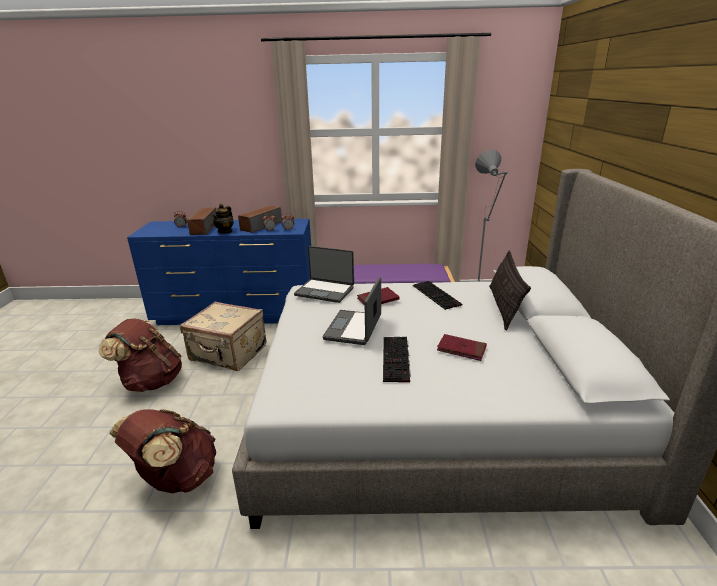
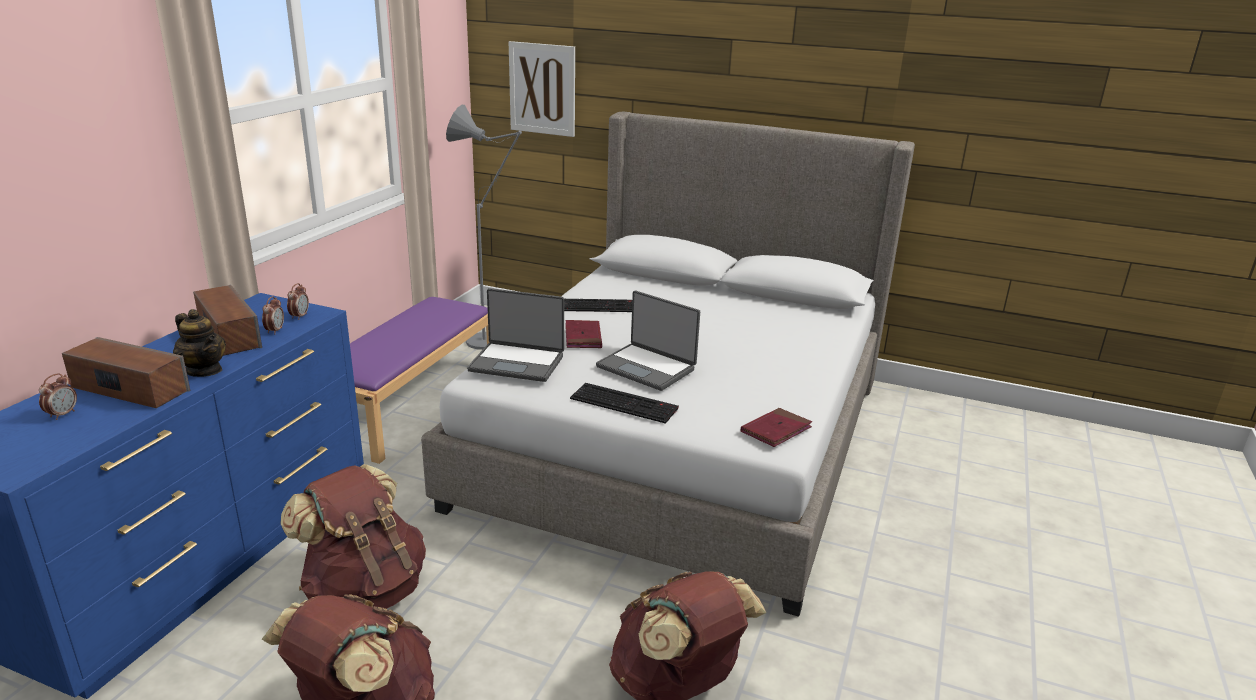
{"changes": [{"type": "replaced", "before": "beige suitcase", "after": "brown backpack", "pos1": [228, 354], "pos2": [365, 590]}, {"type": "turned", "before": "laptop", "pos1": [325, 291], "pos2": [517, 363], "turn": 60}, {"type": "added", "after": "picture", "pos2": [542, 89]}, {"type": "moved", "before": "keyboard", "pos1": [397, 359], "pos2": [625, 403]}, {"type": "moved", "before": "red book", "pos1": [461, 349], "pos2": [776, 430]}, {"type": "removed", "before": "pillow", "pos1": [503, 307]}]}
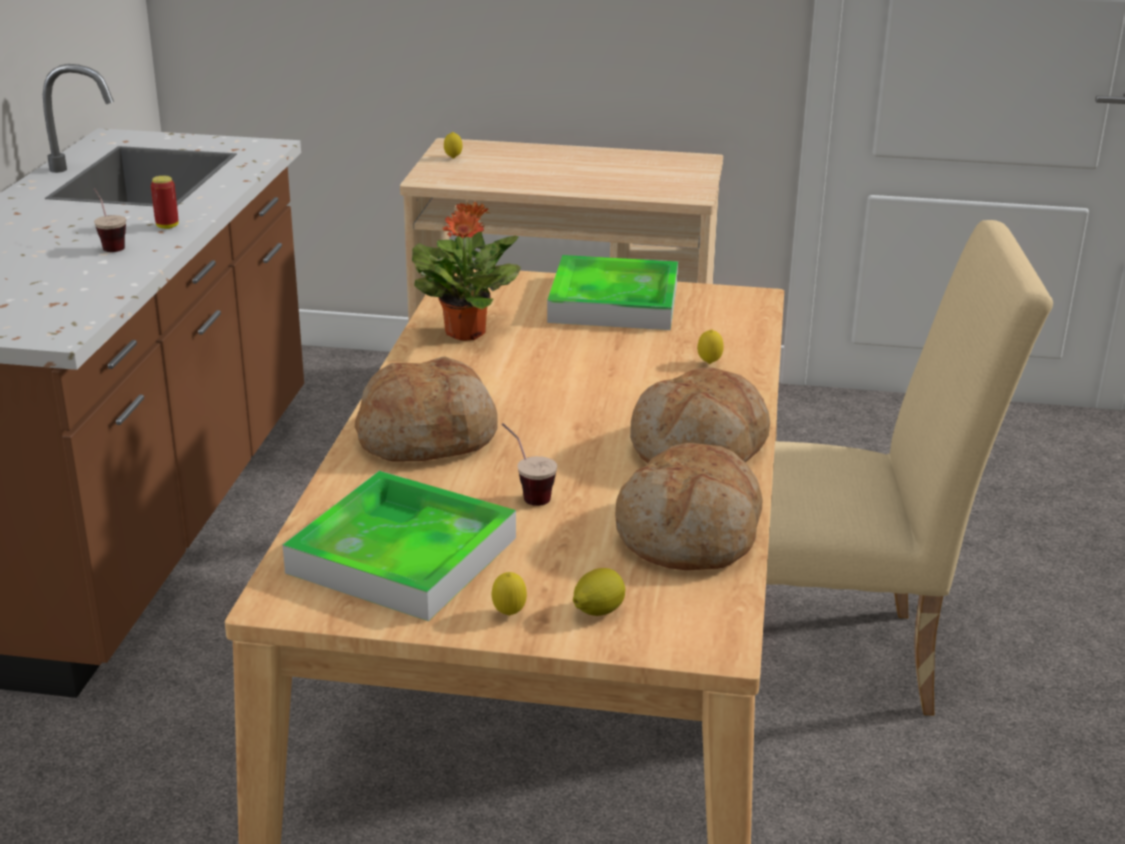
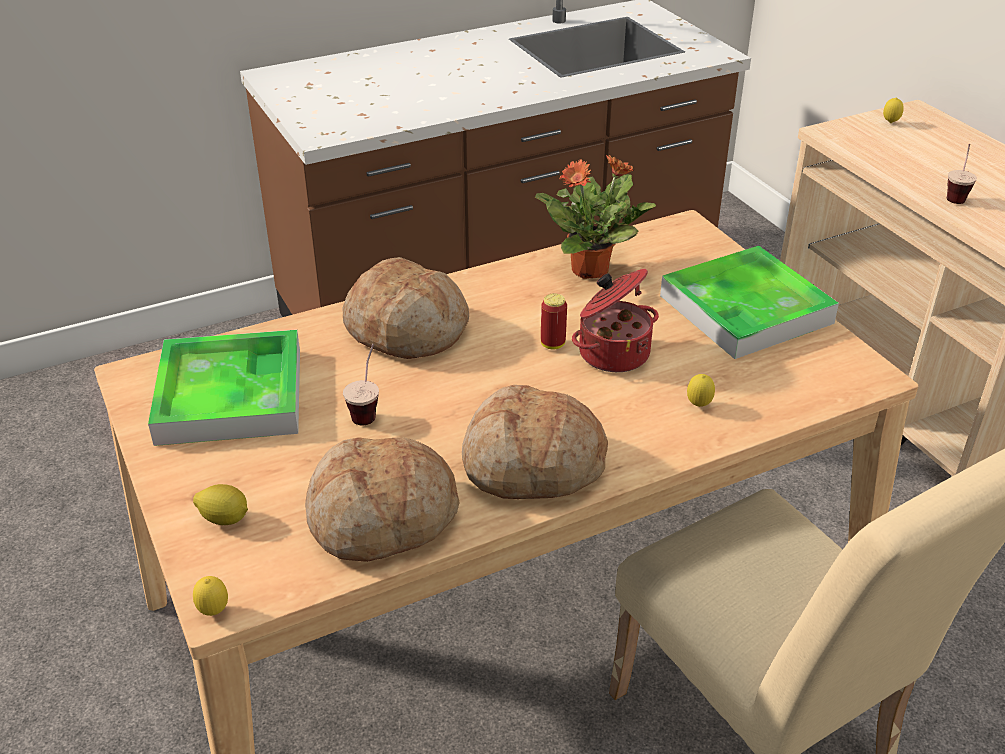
{"changes": [{"type": "moved", "before": "lemon", "pos1": [509, 615], "pos2": [214, 612]}, {"type": "moved", "before": "can", "pos1": [167, 226], "pos2": [552, 344]}, {"type": "added", "after": "cooking pot", "pos2": [612, 352]}, {"type": "moved", "before": "cup", "pos1": [110, 245], "pos2": [956, 195]}]}
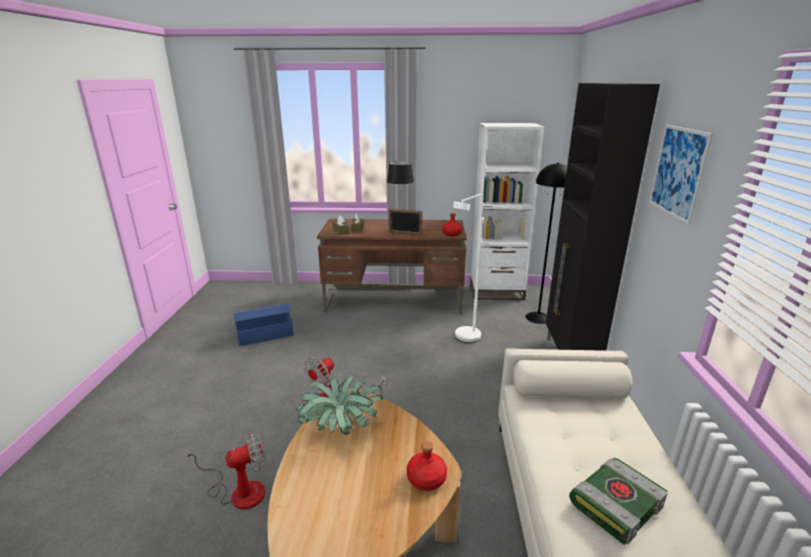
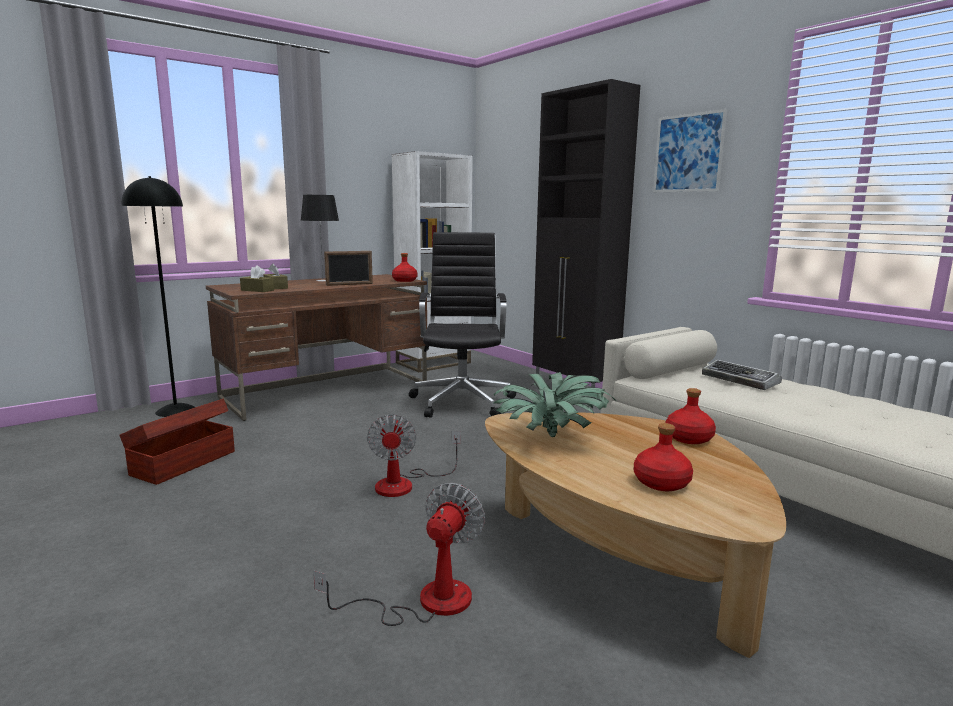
{"changes": [{"type": "recoloured", "before": "blue storage box", "after": "brown storage box", "pos1": [264, 334], "pos2": [182, 463]}, {"type": "moved", "before": "black floor lamp", "pos1": [538, 317], "pos2": [176, 410]}, {"type": "replaced", "before": "white floor lamp", "after": "black office chair", "pos1": [464, 339], "pos2": [462, 401]}, {"type": "added", "after": "red bottle", "pos2": [661, 483]}, {"type": "added", "after": "keyboard", "pos2": [741, 380]}, {"type": "removed", "before": "book", "pos1": [615, 503]}]}
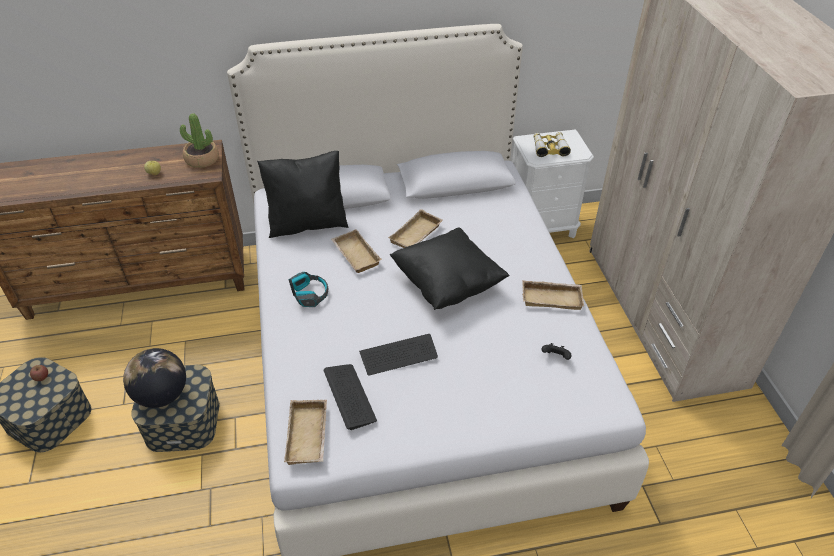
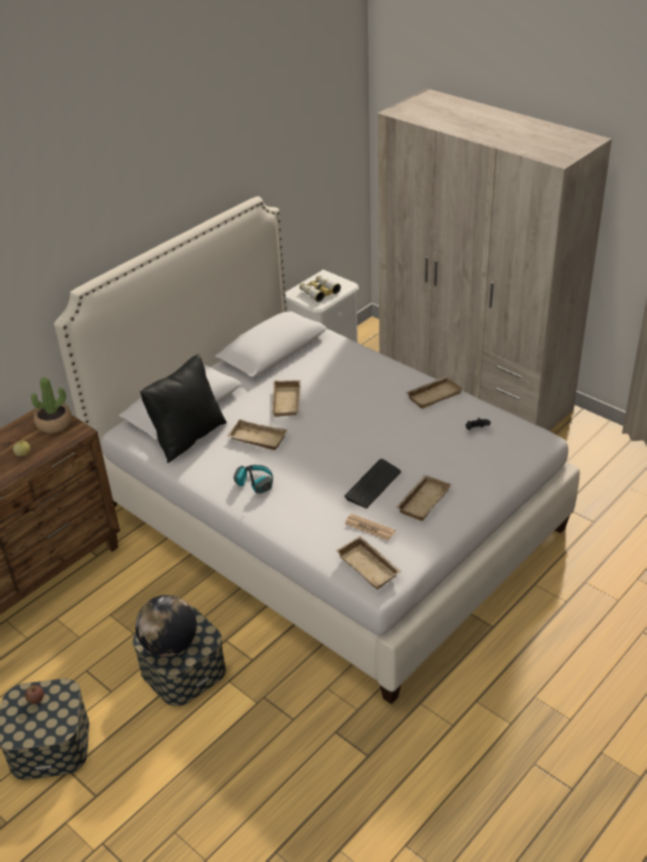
{"changes": [{"type": "replaced", "before": "keyboard", "after": "newspaper", "pos1": [349, 396], "pos2": [369, 527]}, {"type": "added", "after": "beige tray", "pos2": [422, 500]}, {"type": "removed", "before": "black pillow", "pos1": [447, 284]}]}
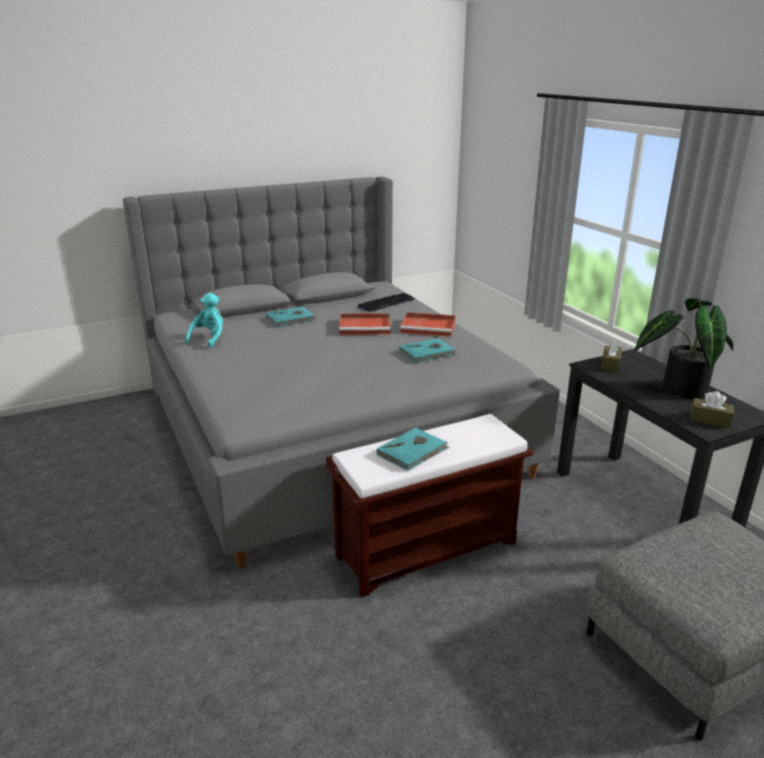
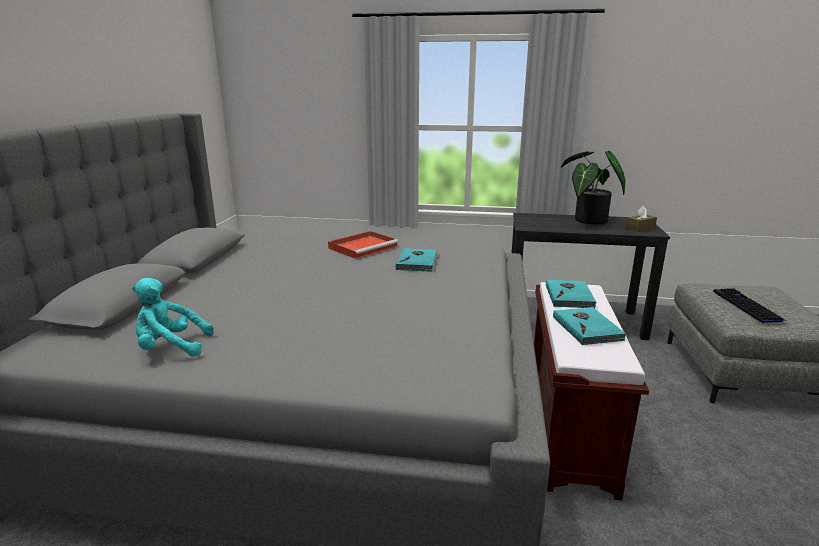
{"changes": [{"type": "turned", "before": "turquoise plush toy", "pos1": [209, 339], "pos2": [171, 348], "turn": -60}, {"type": "moved", "before": "turquoise book", "pos1": [291, 319], "pos2": [570, 296]}, {"type": "moved", "before": "keyboard", "pos1": [386, 303], "pos2": [747, 306]}, {"type": "removed", "before": "red tray", "pos1": [366, 326]}, {"type": "removed", "before": "brown tissue box", "pos1": [610, 364]}]}
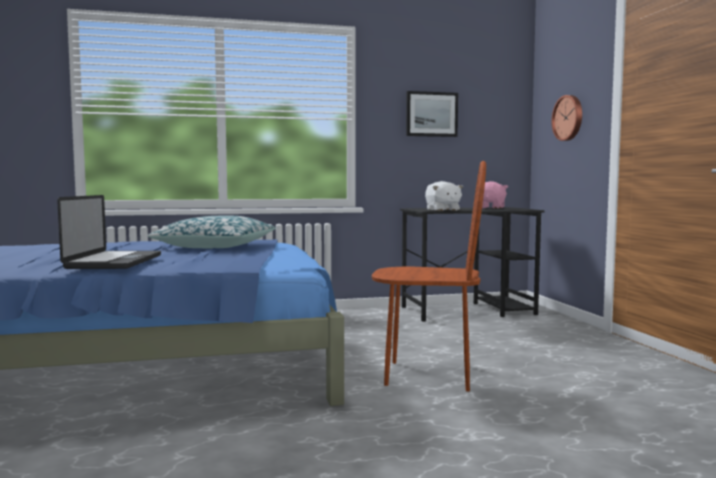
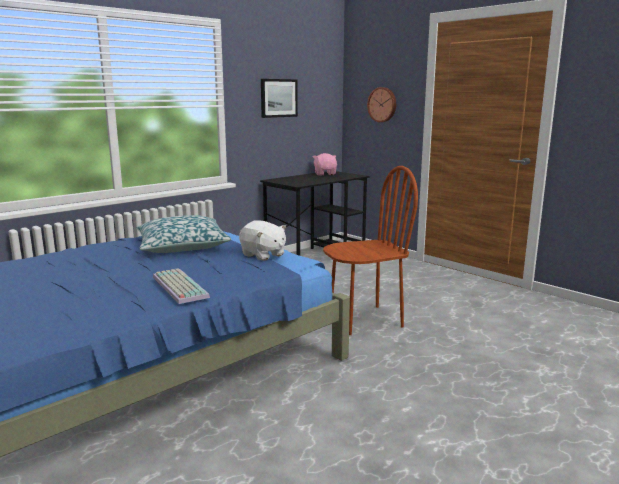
{"changes": [{"type": "replaced", "before": "laptop", "after": "keyboard", "pos1": [115, 262], "pos2": [177, 287]}, {"type": "moved", "before": "white plush toy", "pos1": [442, 210], "pos2": [263, 255]}]}
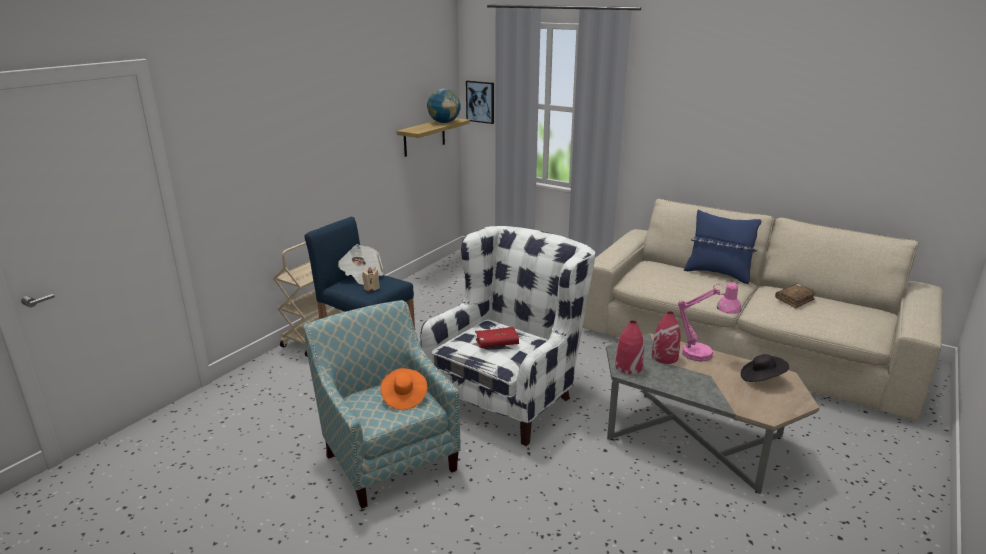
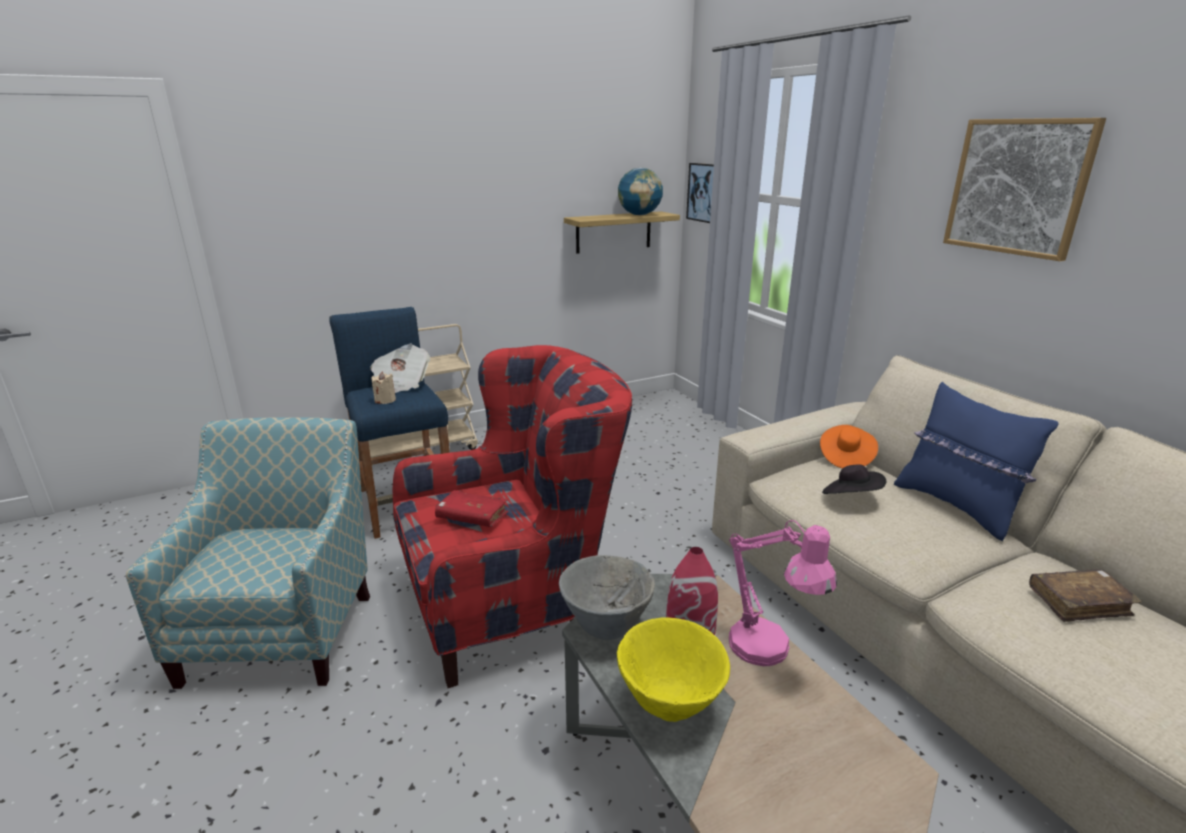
{"changes": [{"type": "recoloured", "before": "white armchair", "after": "red armchair", "pos1": [509, 394], "pos2": [515, 598]}, {"type": "replaced", "before": "red vase", "after": "grey bowl", "pos1": [628, 367], "pos2": [606, 624]}, {"type": "added", "after": "yellow bowl", "pos2": [670, 704]}, {"type": "moved", "before": "orange hat", "pos1": [404, 398], "pos2": [845, 458]}, {"type": "moved", "before": "black hat", "pos1": [761, 378], "pos2": [851, 497]}, {"type": "added", "after": "picture", "pos2": [1018, 187]}]}
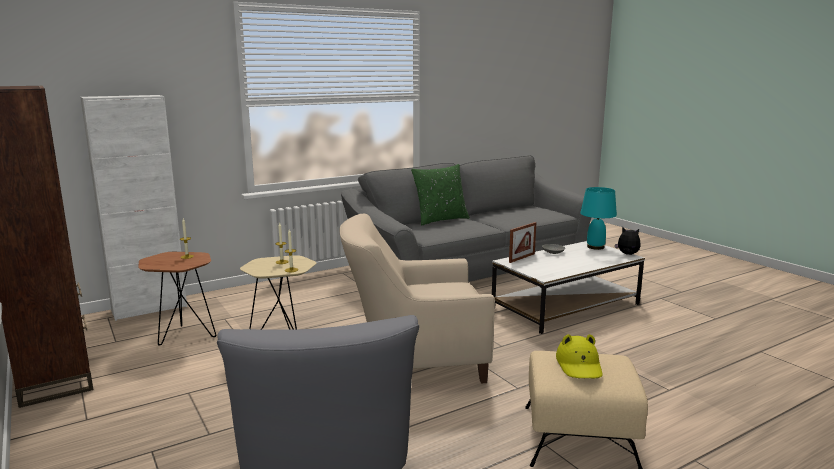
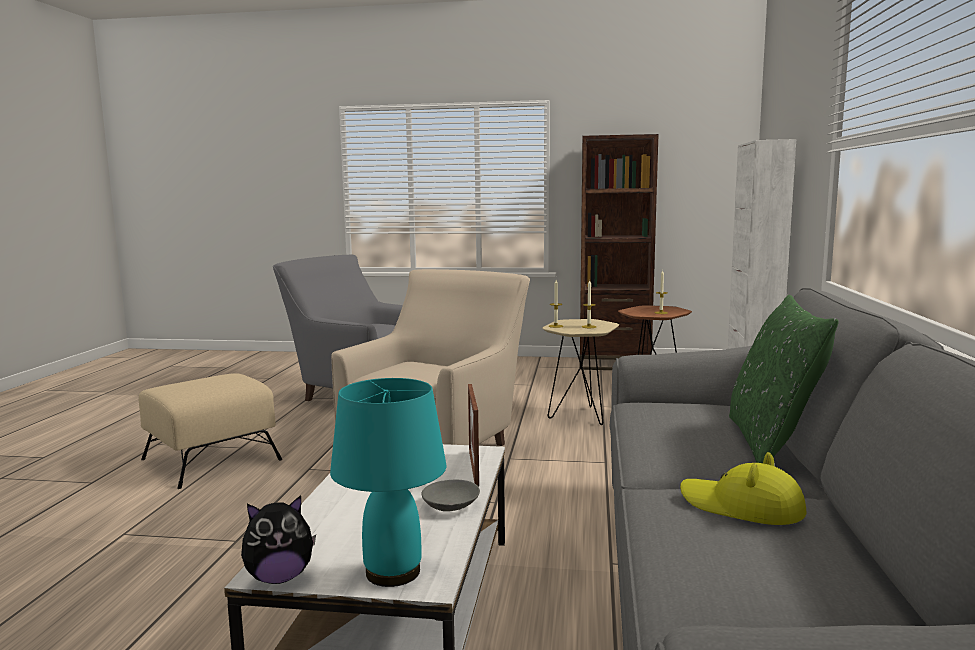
{"changes": [{"type": "moved", "before": "yellow hat", "pos1": [579, 365], "pos2": [741, 506]}]}
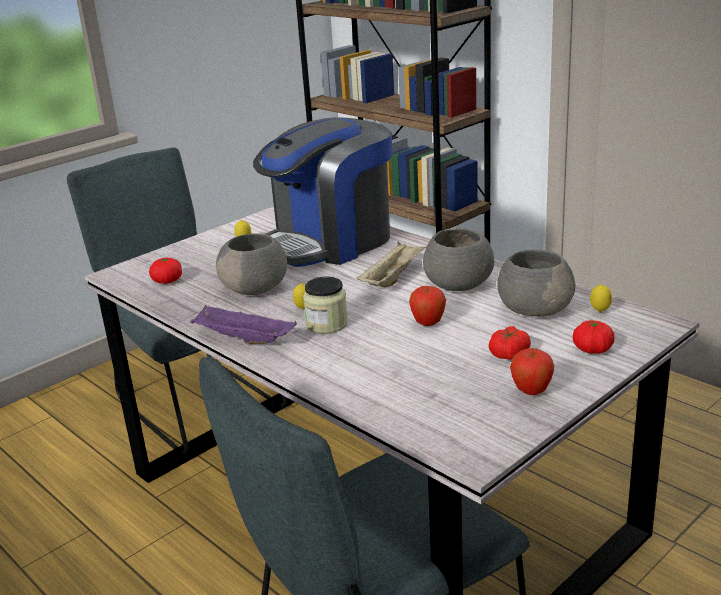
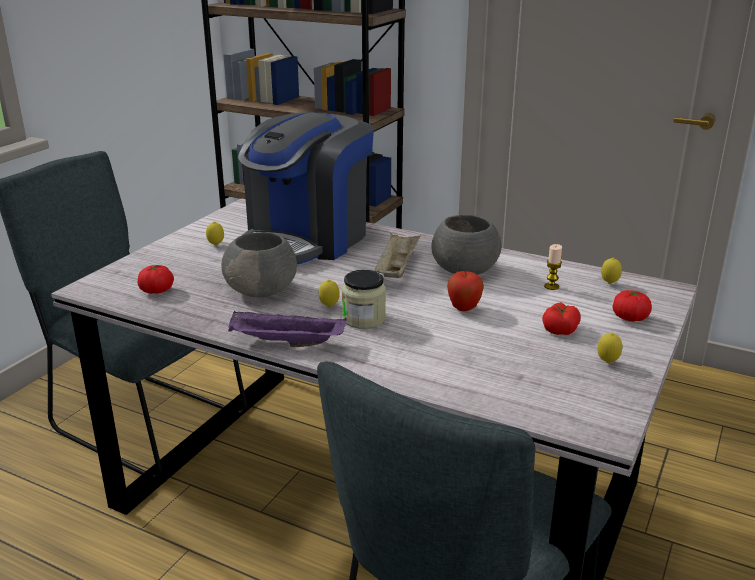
{"changes": [{"type": "replaced", "before": "grey bowl", "after": "candle", "pos1": [534, 309], "pos2": [551, 286]}, {"type": "replaced", "before": "apple", "after": "lemon", "pos1": [531, 392], "pos2": [607, 362]}]}
